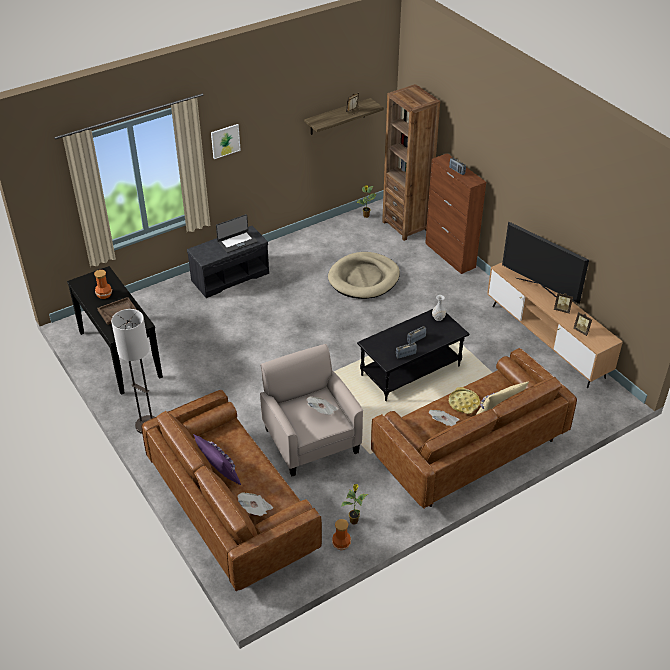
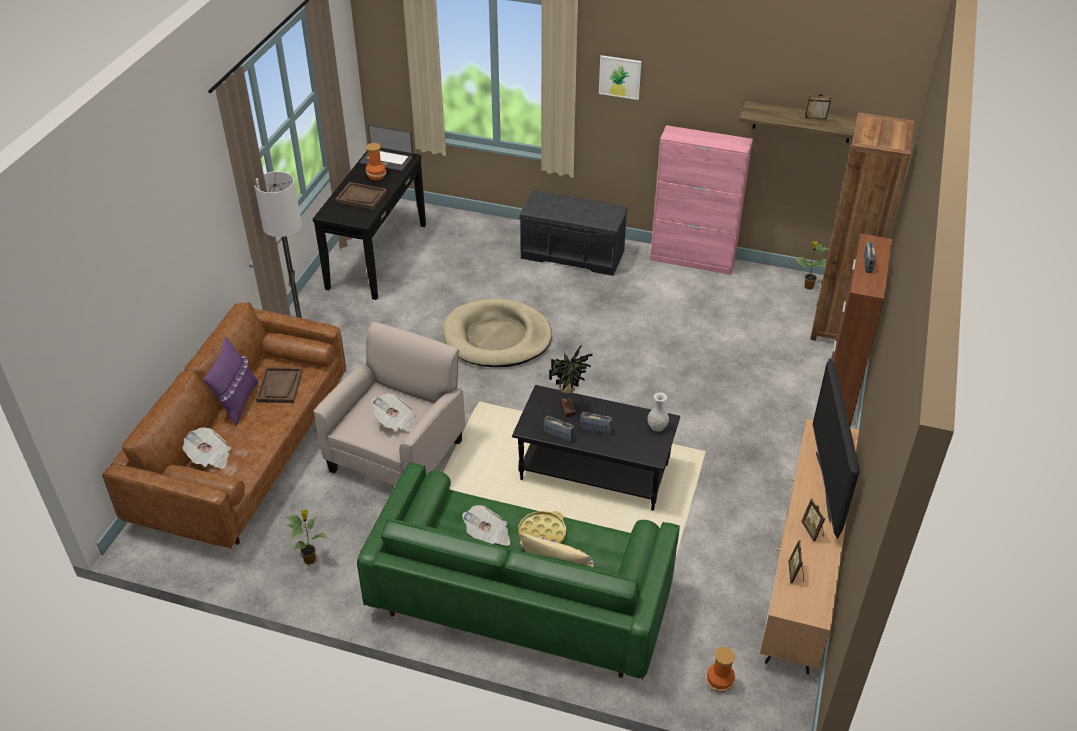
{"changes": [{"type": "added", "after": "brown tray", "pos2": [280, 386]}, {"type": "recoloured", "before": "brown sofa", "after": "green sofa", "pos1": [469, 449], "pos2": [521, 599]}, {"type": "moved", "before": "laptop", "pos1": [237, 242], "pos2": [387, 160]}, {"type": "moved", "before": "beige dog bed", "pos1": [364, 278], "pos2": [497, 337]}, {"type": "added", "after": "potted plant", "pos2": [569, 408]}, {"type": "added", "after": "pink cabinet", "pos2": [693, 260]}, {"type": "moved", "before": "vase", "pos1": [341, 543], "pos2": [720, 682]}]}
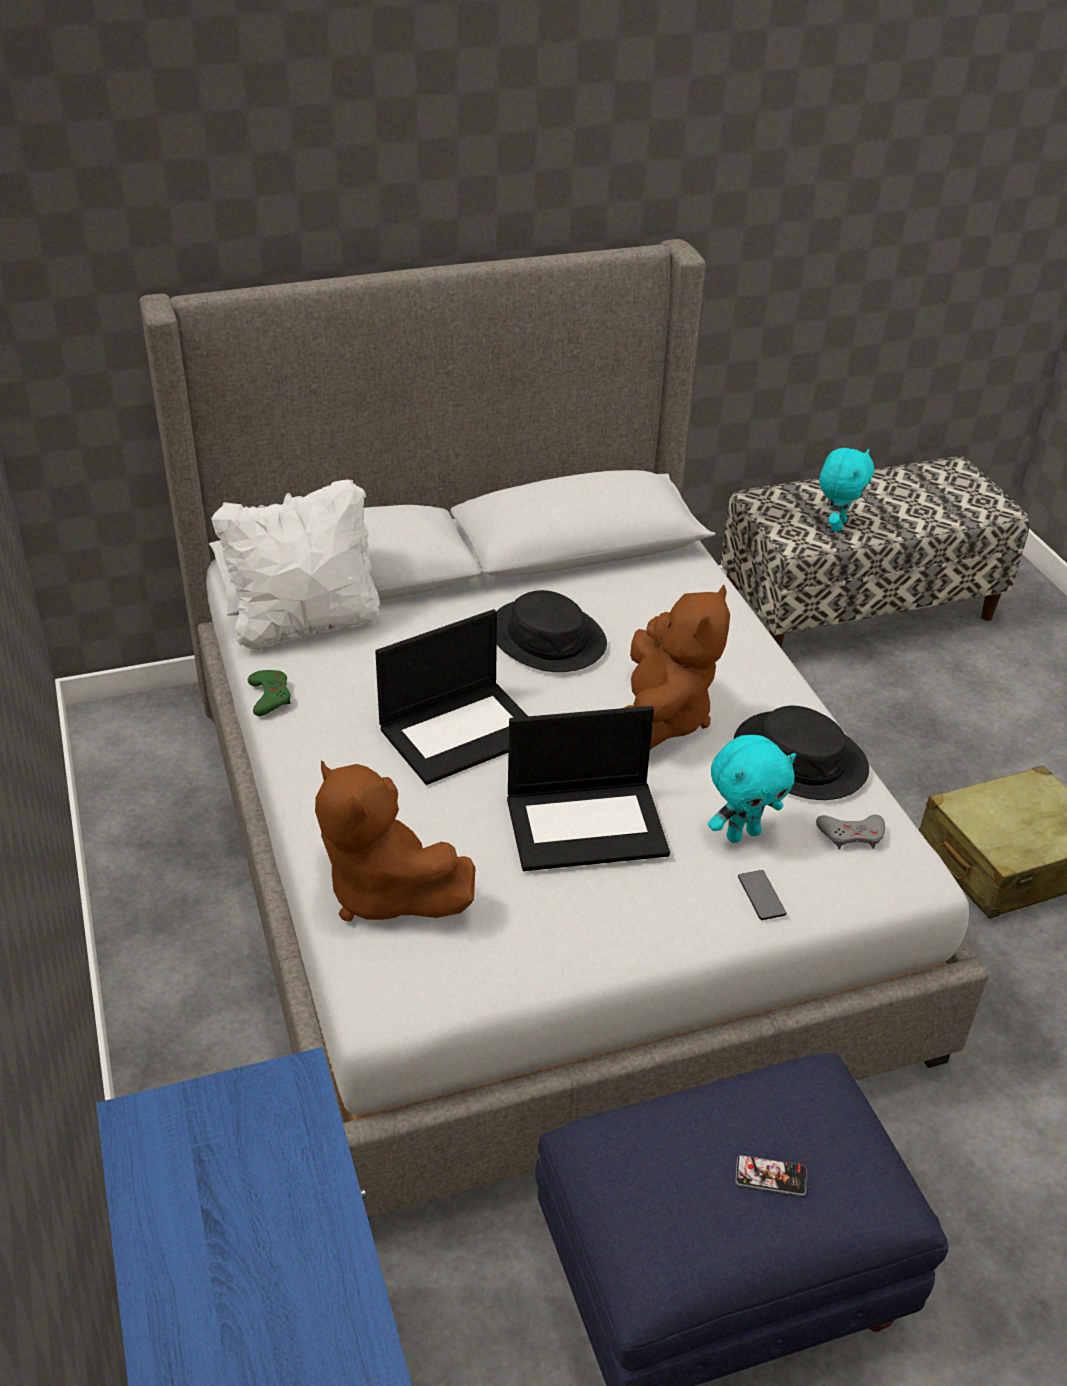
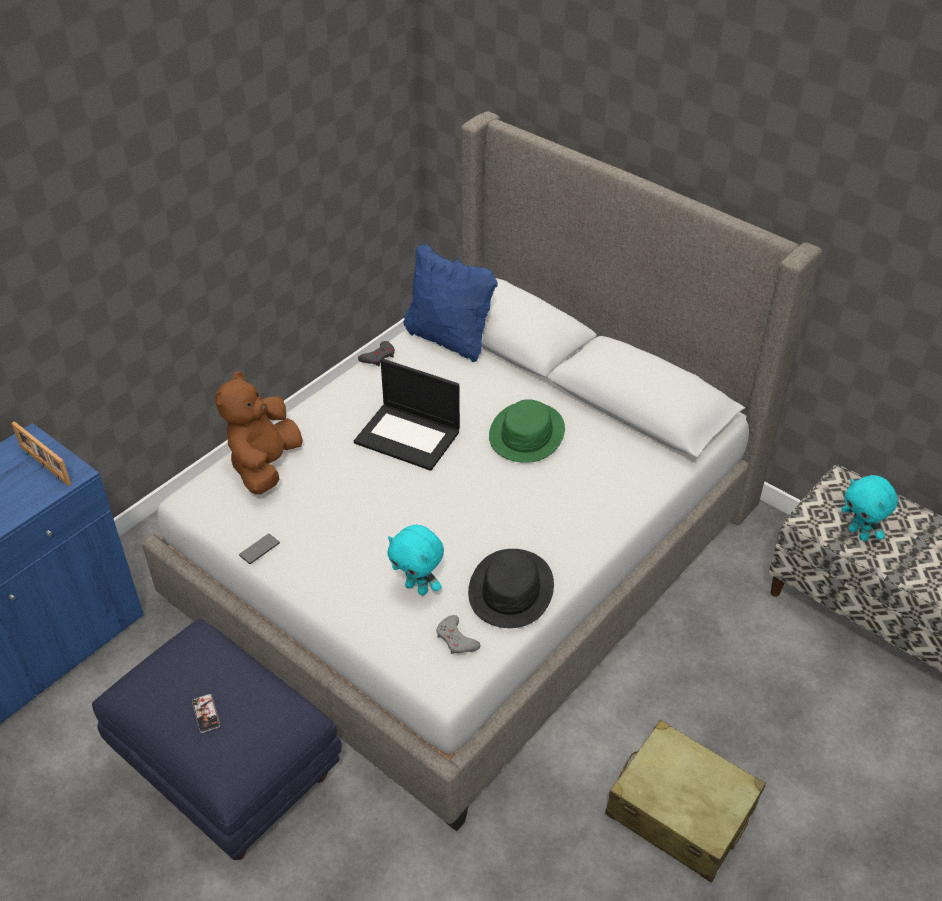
{"changes": [{"type": "added", "after": "picture frame", "pos2": [44, 466]}, {"type": "moved", "before": "phone", "pos1": [761, 896], "pos2": [259, 549]}, {"type": "recoloured", "before": "green game controller", "after": "grey game controller", "pos1": [270, 696], "pos2": [378, 357]}, {"type": "recoloured", "before": "white pillow", "after": "blue pillow", "pos1": [305, 625], "pos2": [449, 339]}, {"type": "recoloured", "before": "black hat", "after": "green hat", "pos1": [547, 637], "pos2": [527, 434]}, {"type": "turned", "before": "turquoise plush toy", "pos1": [836, 525], "pos2": [859, 534], "turn": 60}, {"type": "removed", "before": "laptop", "pos1": [587, 824]}, {"type": "removed", "before": "brown plush toy", "pos1": [660, 719]}]}
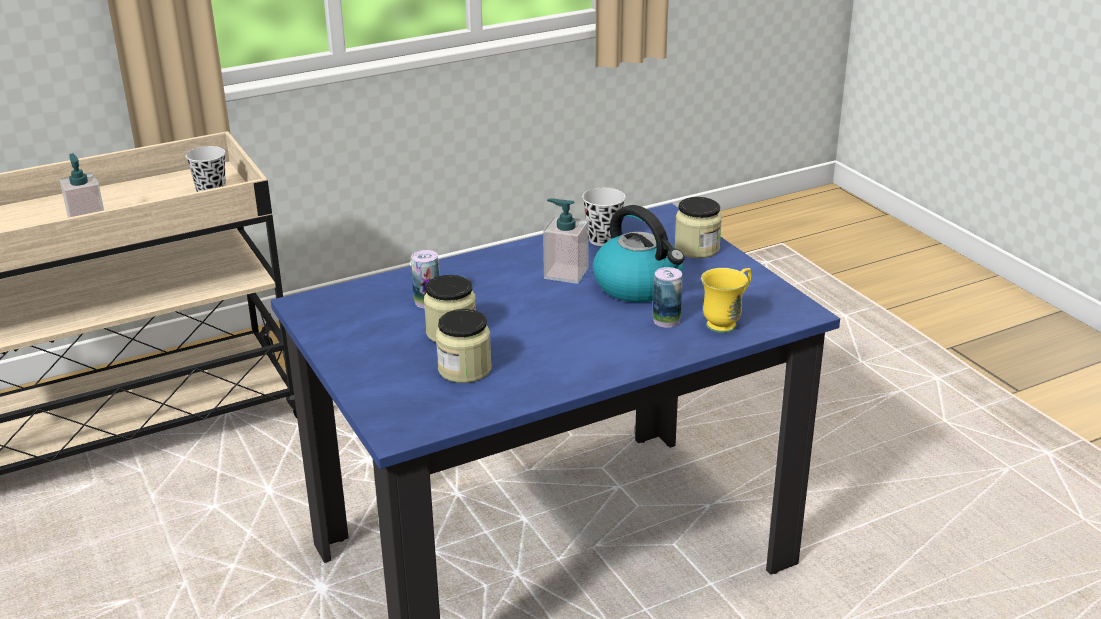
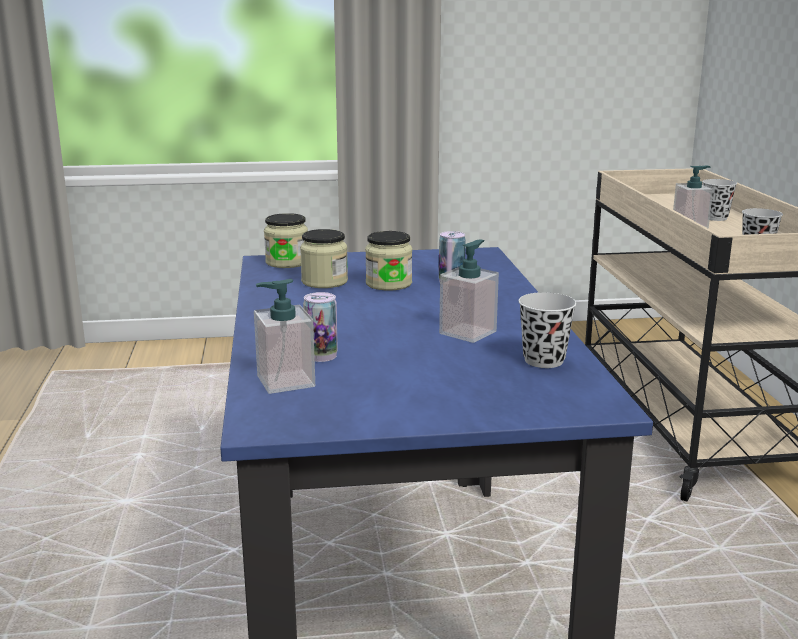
{"changes": [{"type": "replaced", "before": "yellow mug", "after": "soap dispenser", "pos1": [727, 322], "pos2": [285, 381]}, {"type": "moved", "before": "jar", "pos1": [697, 248], "pos2": [287, 262]}, {"type": "added", "after": "black cup", "pos2": [715, 218]}, {"type": "removed", "before": "kettle", "pos1": [639, 286]}]}
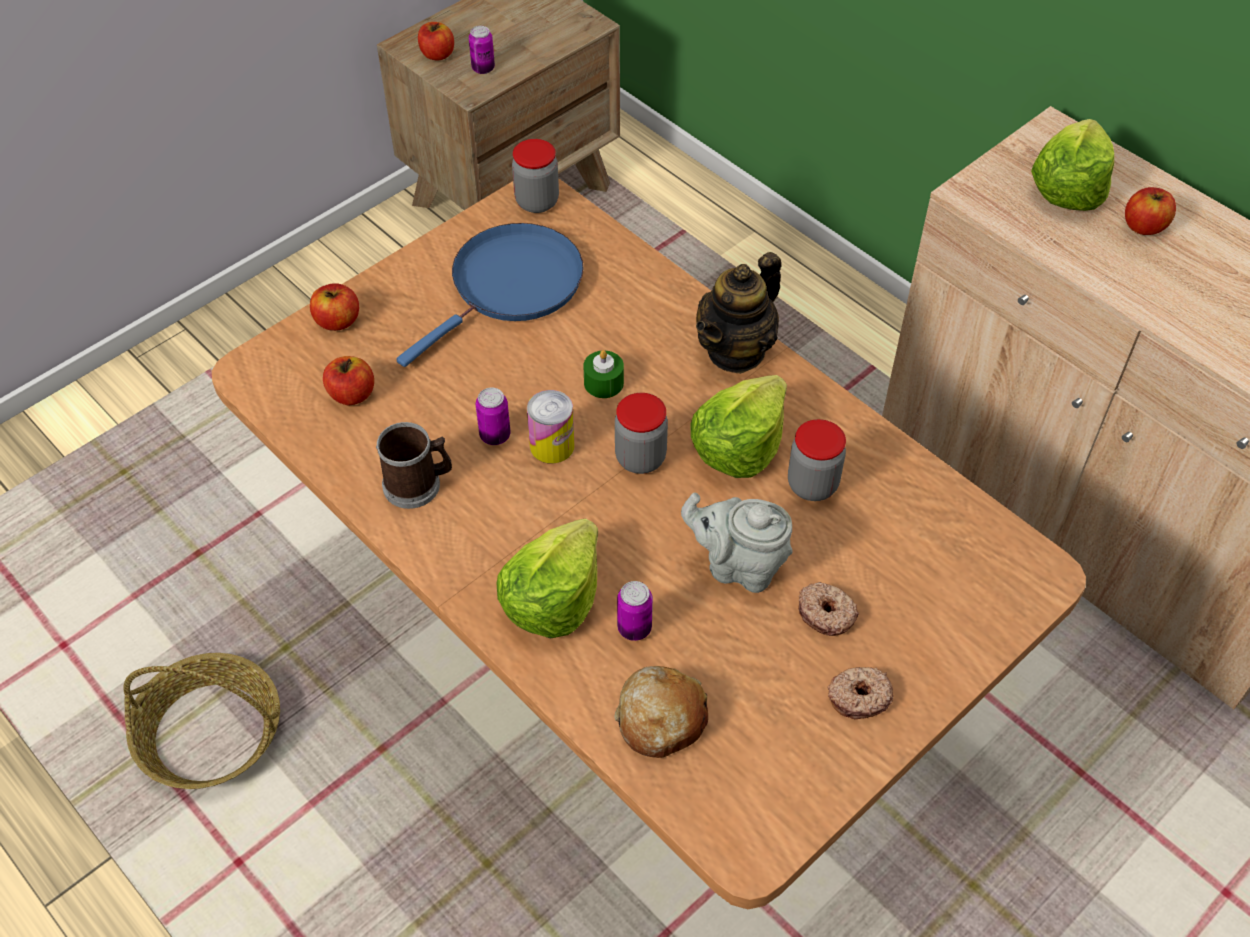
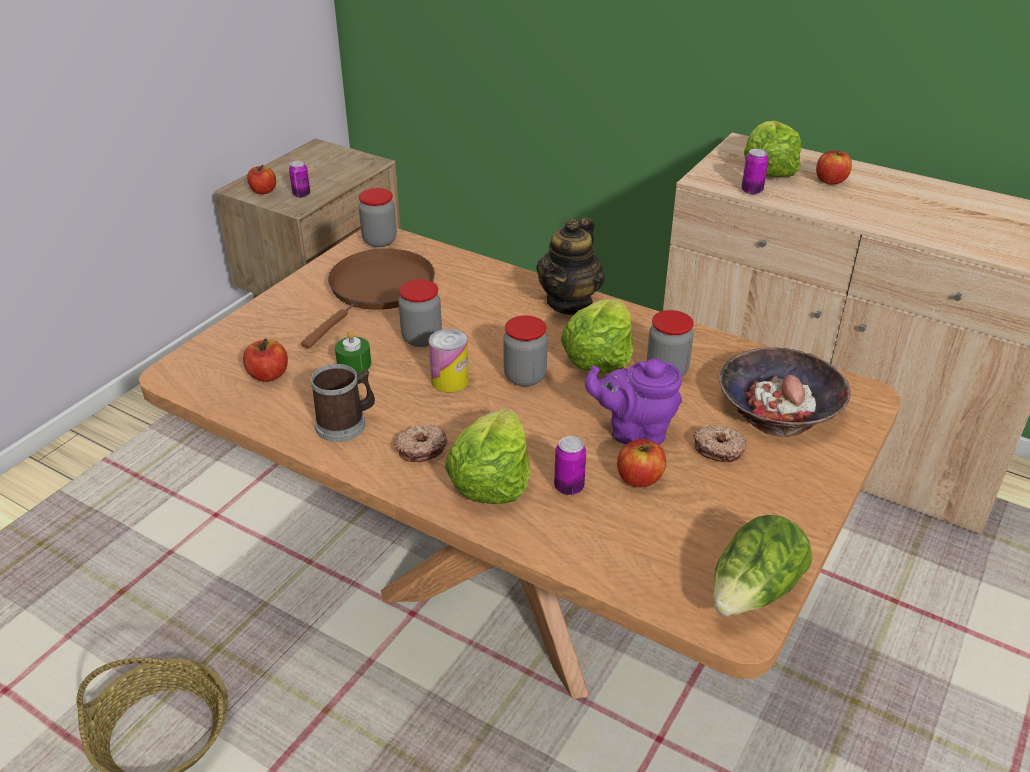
{"changes": [{"type": "recoloured", "before": "blue frying pan", "after": "brown frying pan", "pos1": [511, 286], "pos2": [378, 290]}, {"type": "moved", "before": "green candle", "pos1": [603, 383], "pos2": [354, 364]}, {"type": "moved", "before": "donut", "pos1": [858, 696], "pos2": [421, 448]}, {"type": "added", "after": "jar", "pos2": [421, 338]}, {"type": "recoloured", "before": "grey teapot", "after": "purple teapot", "pos1": [738, 566], "pos2": [634, 431]}, {"type": "moved", "before": "apple", "pos1": [337, 321], "pos2": [639, 478]}, {"type": "added", "after": "lettuce", "pos2": [754, 591]}, {"type": "added", "after": "bowl", "pos2": [779, 405]}, {"type": "moved", "before": "can", "pos1": [495, 435], "pos2": [752, 191]}, {"type": "removed", "before": "bread", "pos1": [660, 719]}]}
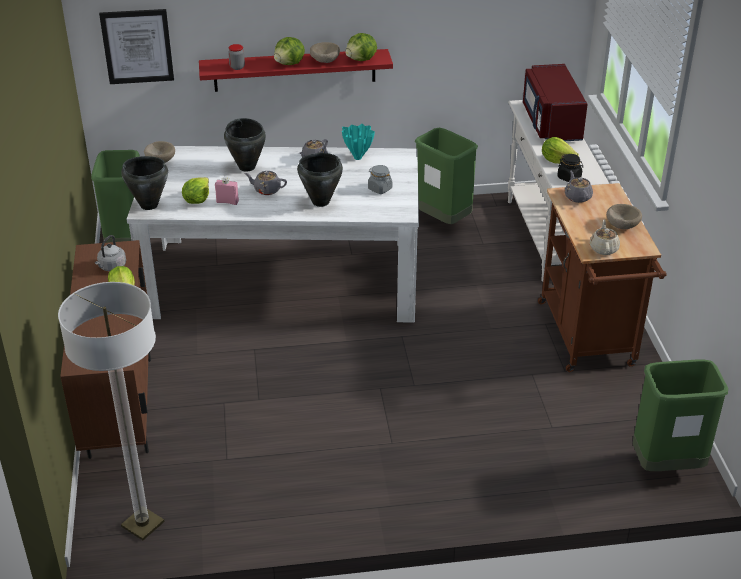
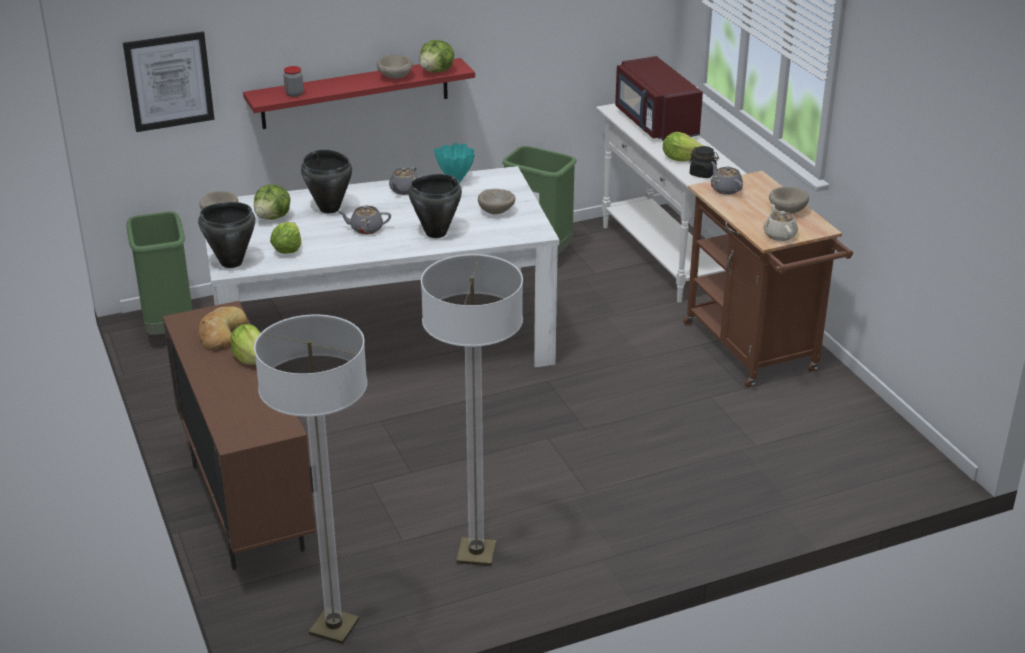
{"changes": [{"type": "replaced", "before": "grey kettle", "after": "bread", "pos1": [111, 267], "pos2": [220, 333]}, {"type": "moved", "before": "lettuce", "pos1": [290, 64], "pos2": [273, 217]}, {"type": "added", "after": "floor lamp", "pos2": [476, 553]}, {"type": "replaced", "before": "grey jar", "after": "beige bowl", "pos1": [379, 189], "pos2": [497, 211]}, {"type": "removed", "before": "pink bottle", "pos1": [227, 202]}, {"type": "removed", "before": "green trash can", "pos1": [667, 465]}]}
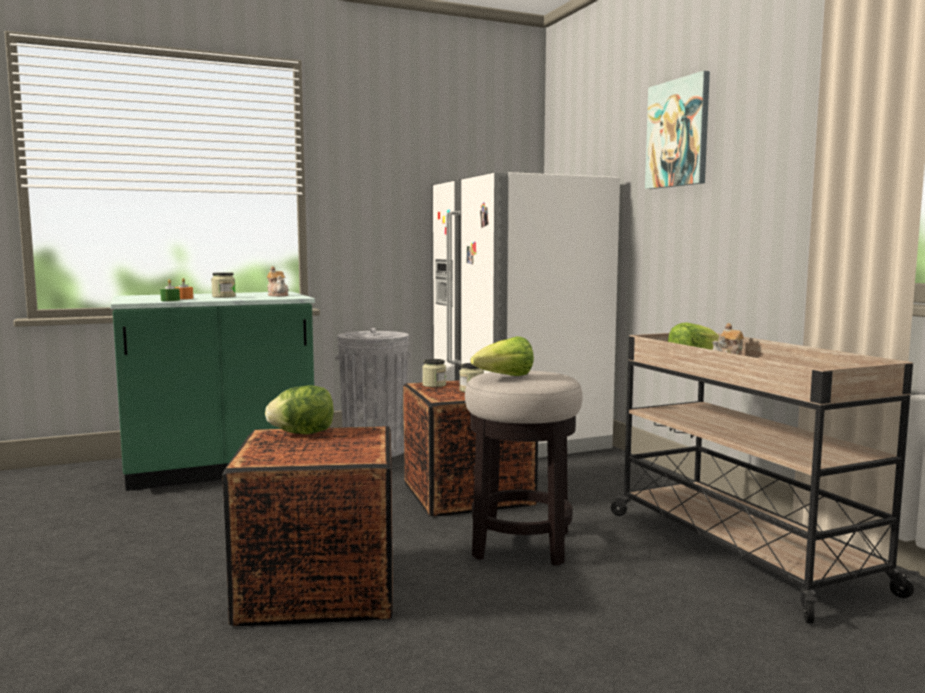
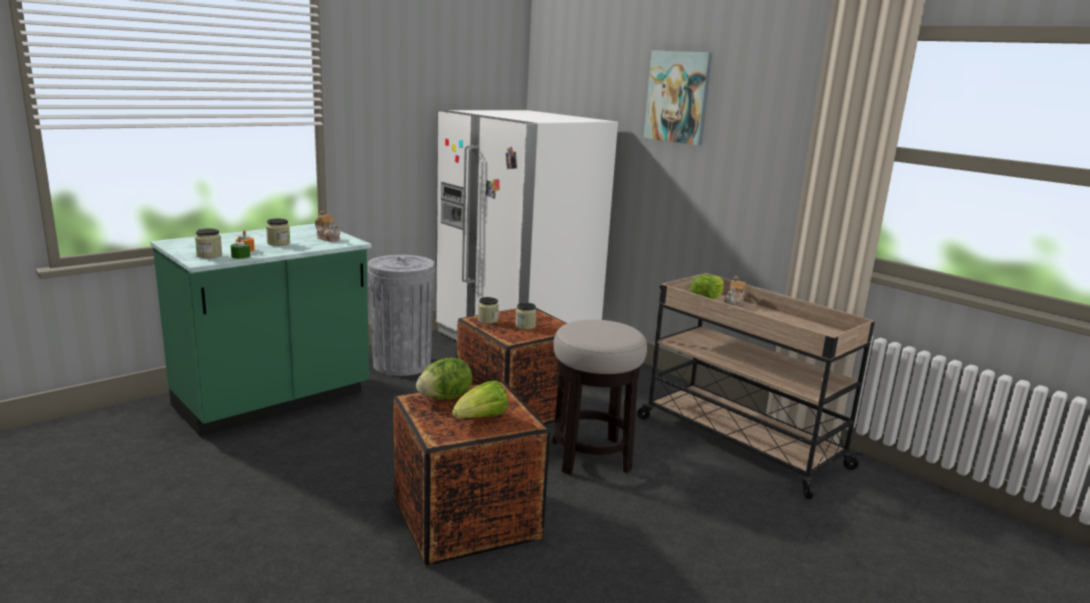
{"changes": [{"type": "added", "after": "jar", "pos2": [209, 255]}, {"type": "moved", "before": "lettuce", "pos1": [505, 377], "pos2": [481, 419]}]}
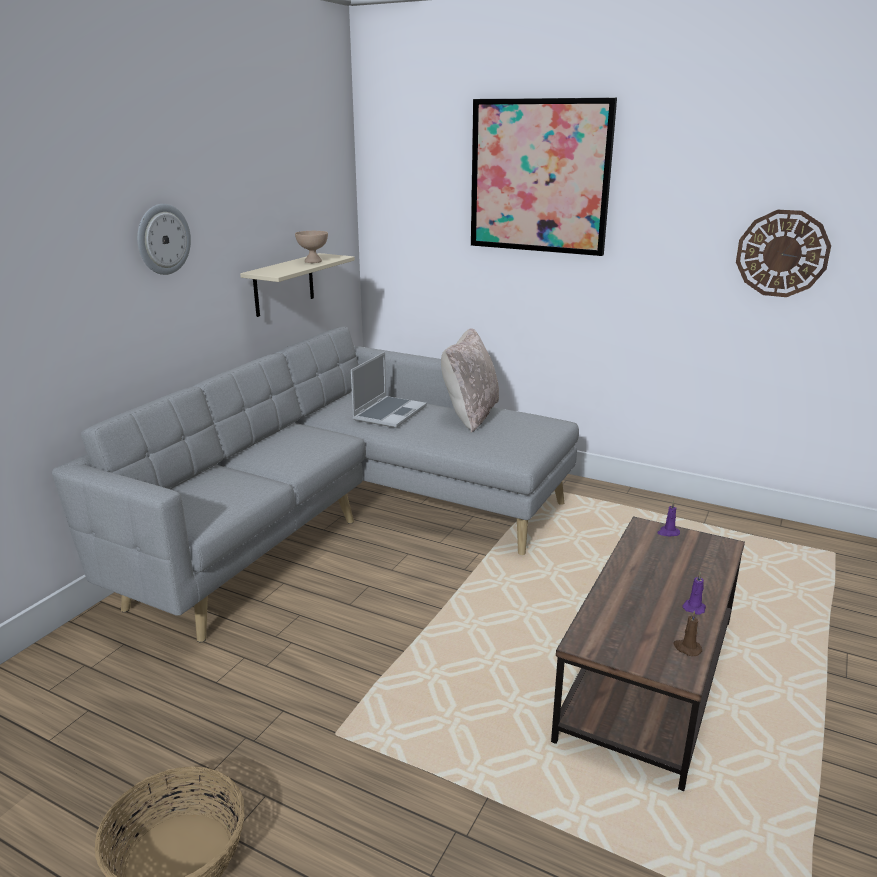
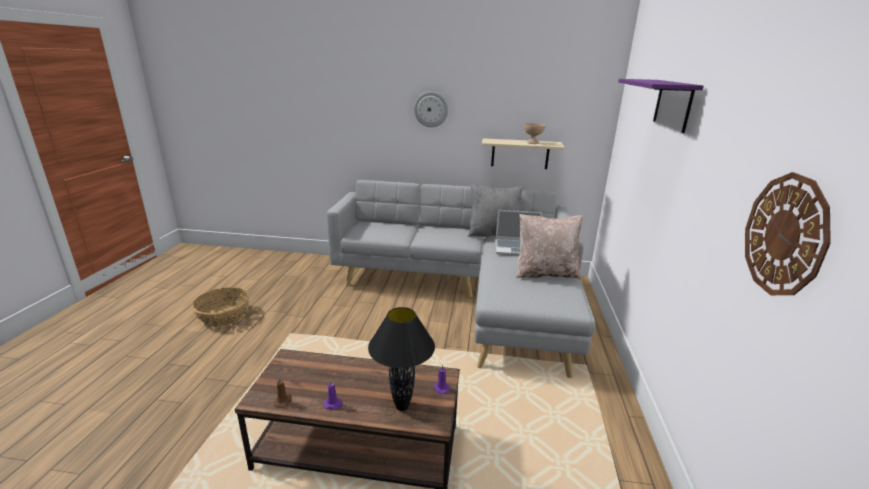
{"changes": [{"type": "added", "after": "black table lamp", "pos2": [401, 406]}, {"type": "added", "after": "grey pillow", "pos2": [493, 234]}, {"type": "replaced", "before": "picture", "after": "purple shelf", "pos1": [539, 176], "pos2": [673, 104]}]}
